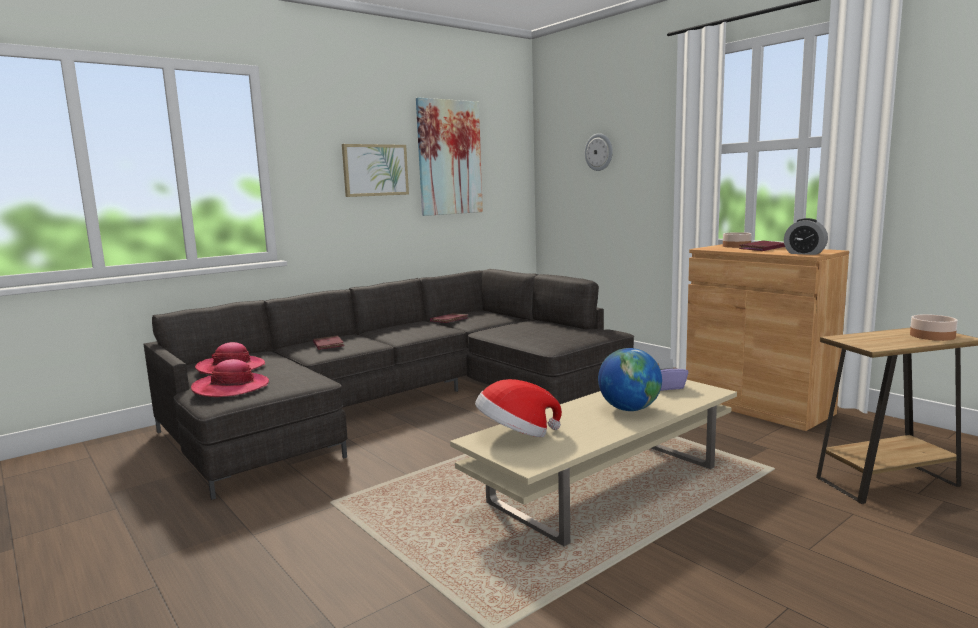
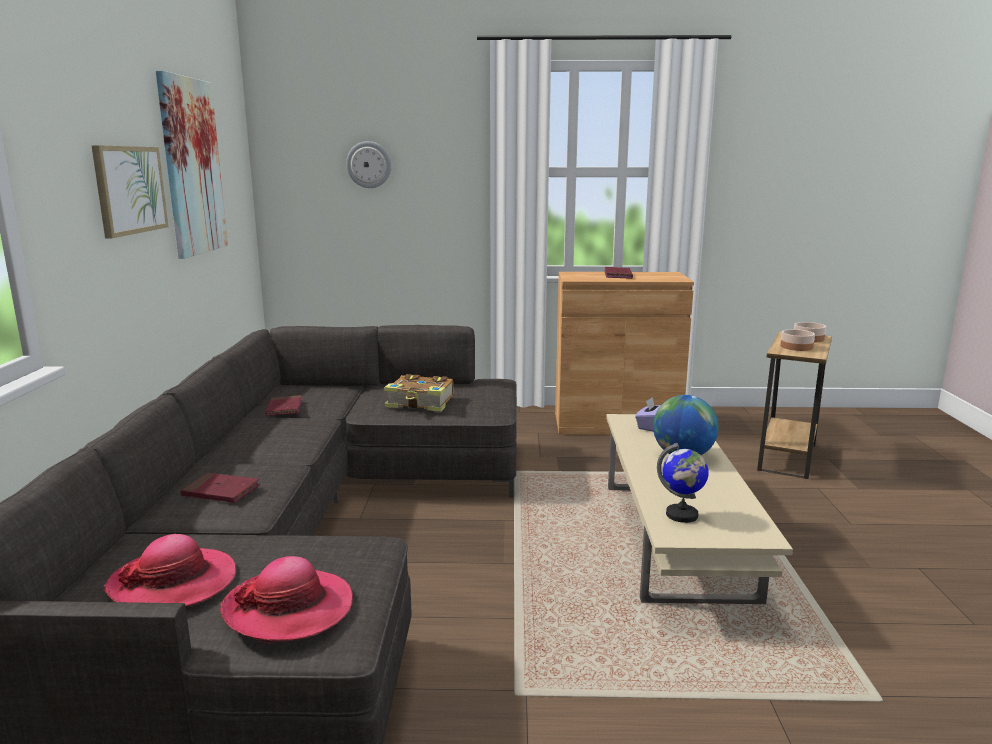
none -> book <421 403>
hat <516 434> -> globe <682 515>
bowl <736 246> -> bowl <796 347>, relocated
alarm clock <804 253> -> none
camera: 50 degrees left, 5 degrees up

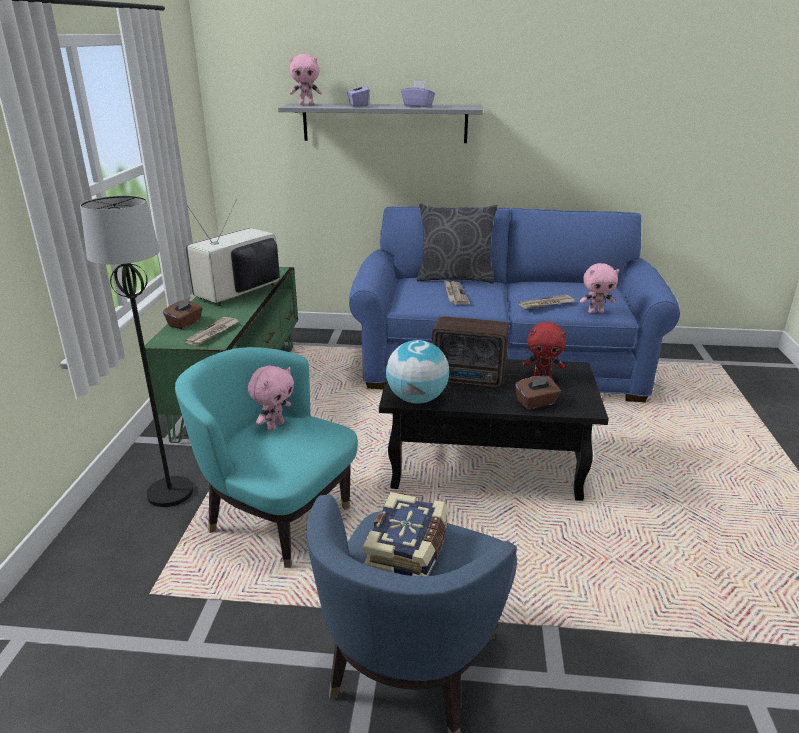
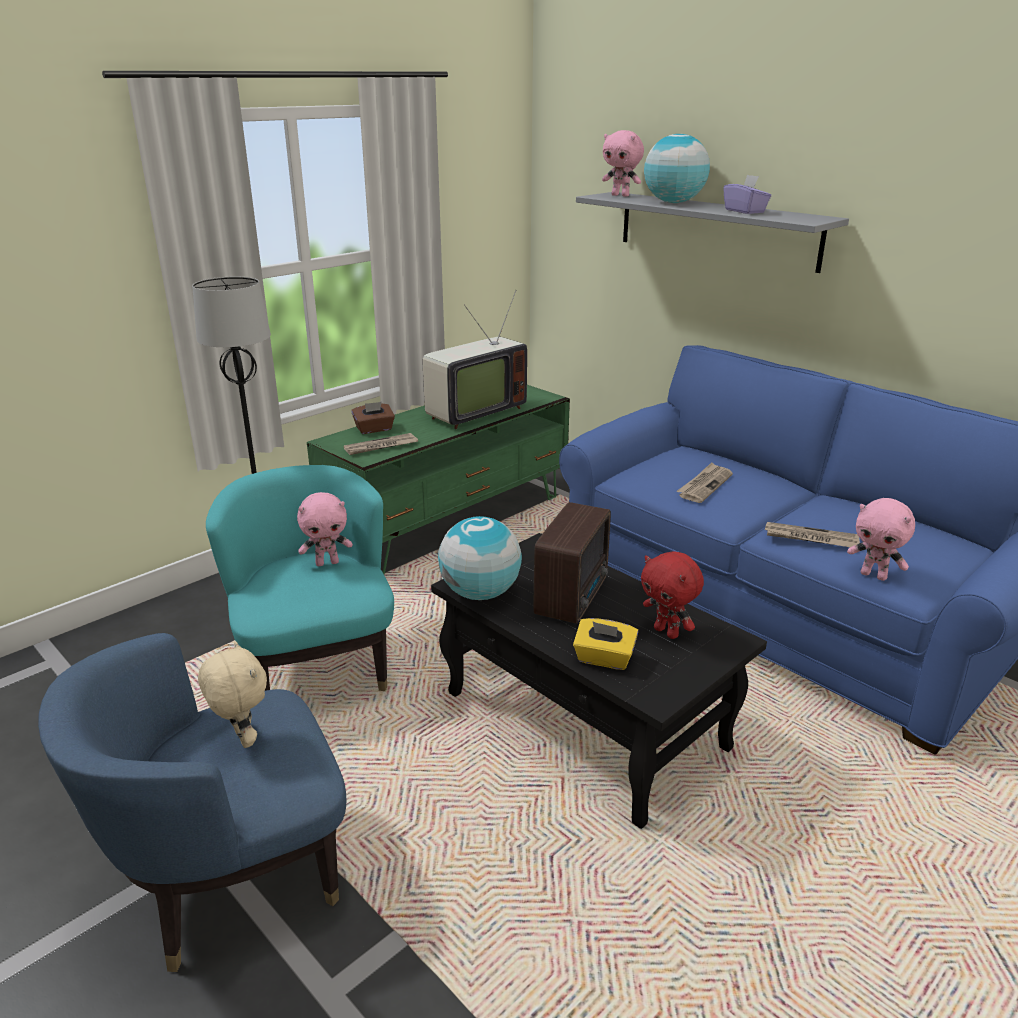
book <409 549> -> beige plush toy <242 739>
television <241 292> -> television <472 412>, 150 degrees clockwise
radio <469 379> -> radio <574 596>, 120 degrees counterclockwise
brown tissue box <536 403> -> yellow tissue box <604 659>
purple tissue box <358 105> -> globe <674 202>
grey pillow <455 278> -> none
camera: 40 degrees right, 0 degrees up

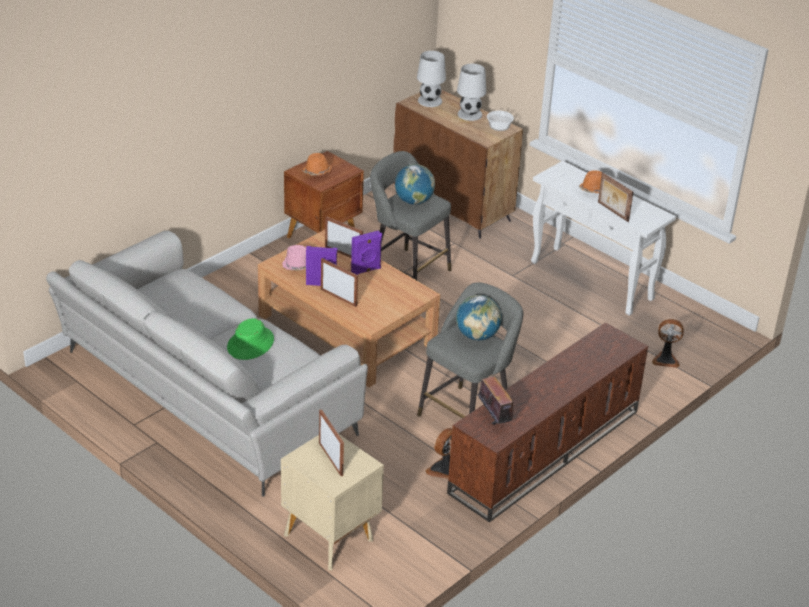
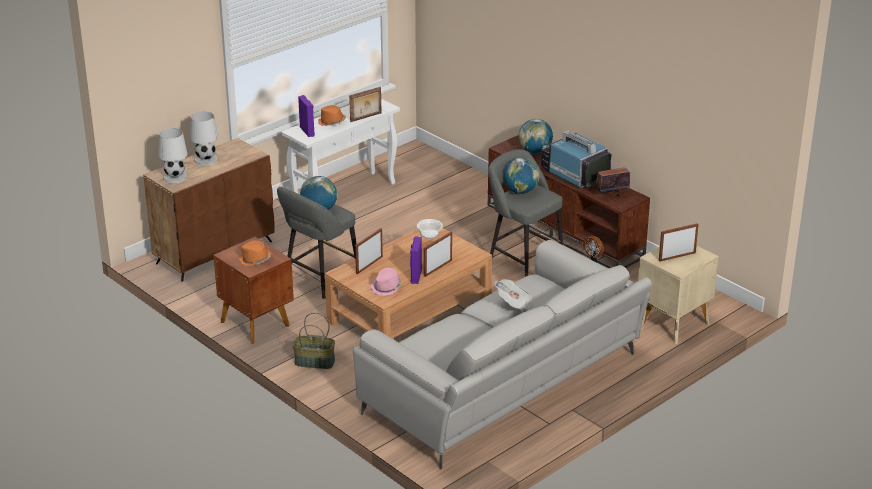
none -> basket <314 362>
purple speaker <366 270> -> purple speaker <307 131>, relocated
bowl <499 126> -> bowl <429 234>, relocated
green hat <250 344> -> newspaper <516 305>
none -> globe <535 151>
none -> television <574 175>
fan <665 359> -> none
camera: 85 degrees left, 5 degrees down

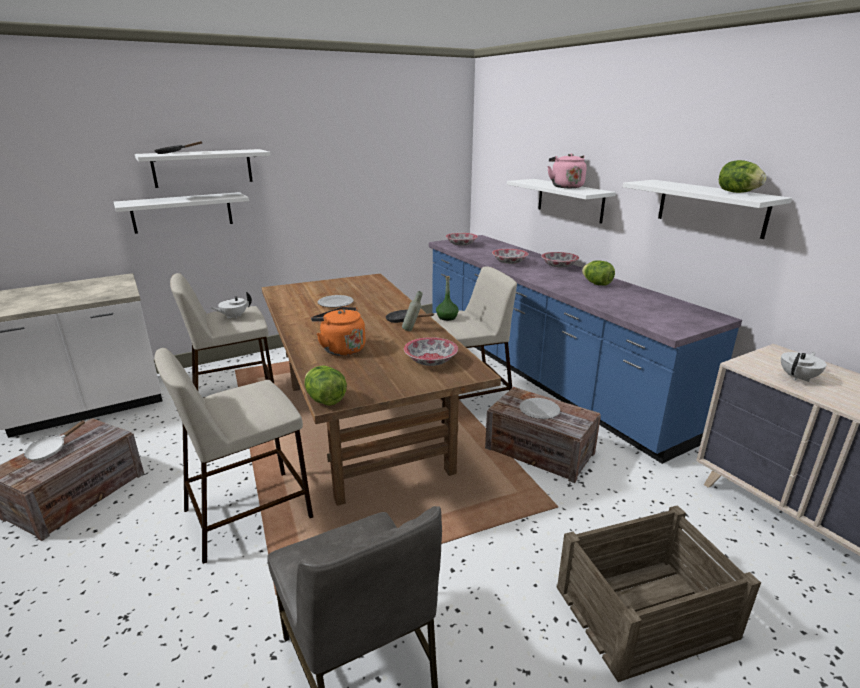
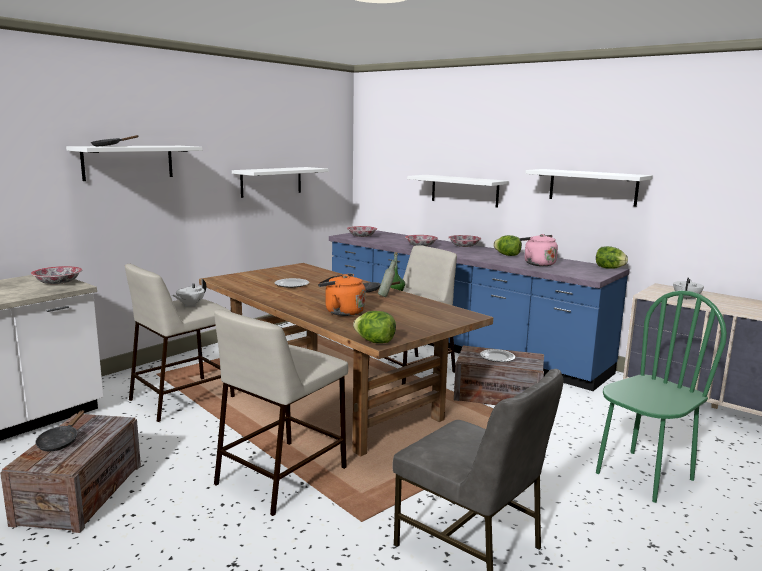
bowl <430 361> -> bowl <58 283>, relocated
white frying pan <51 450> -> black frying pan <60 442>
white shelf <182 212> -> white shelf <271 181>, relocated
pink kettle <565 186> -> pink kettle <537 264>, relocated
lettuce <737 192> -> lettuce <609 268>, relocated
crate <645 613> -> green chair <643 476>
camera: 20 degrees left, 10 degrees down

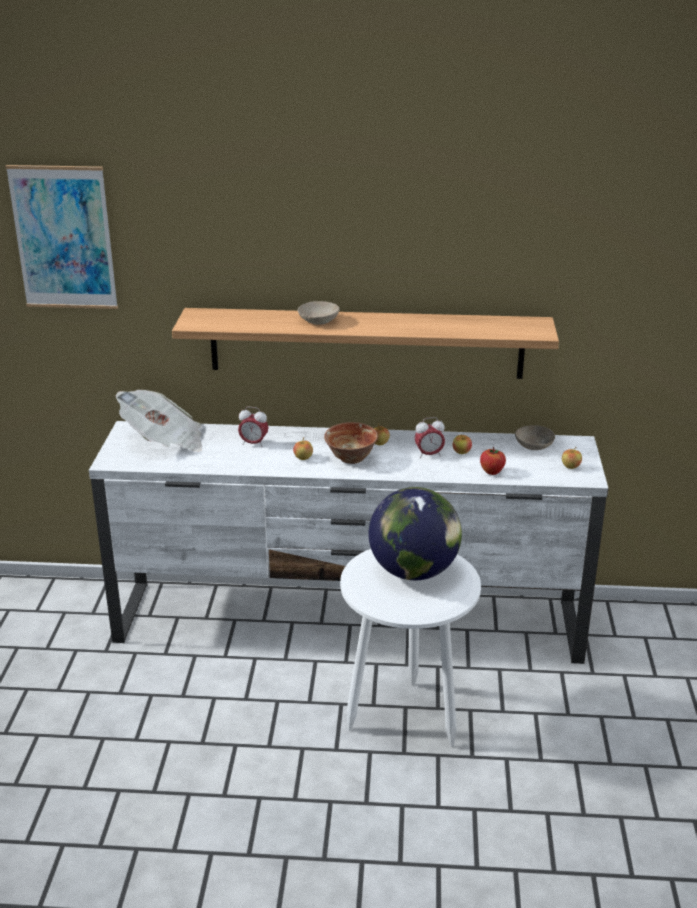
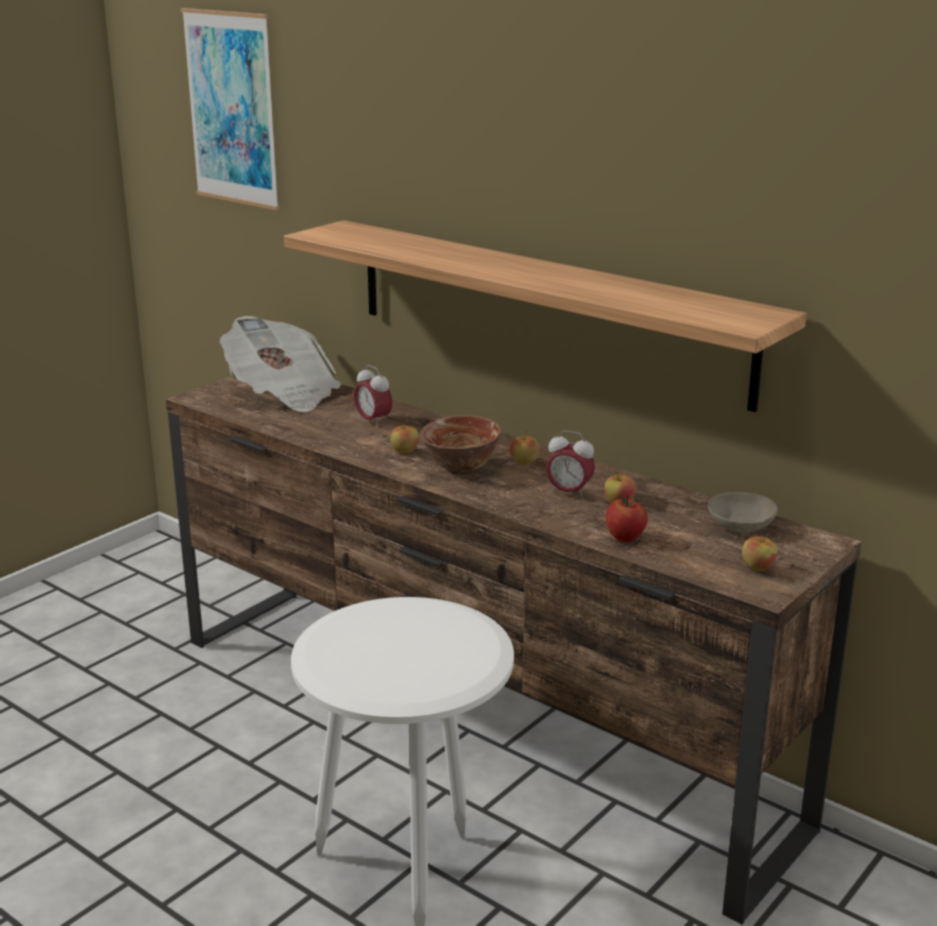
white tv stand <350 622> -> brown tv stand <471 728>
beige bowl <319 320> -> none
globe <413 572> -> none
camera: 35 degrees right, 5 degrees down

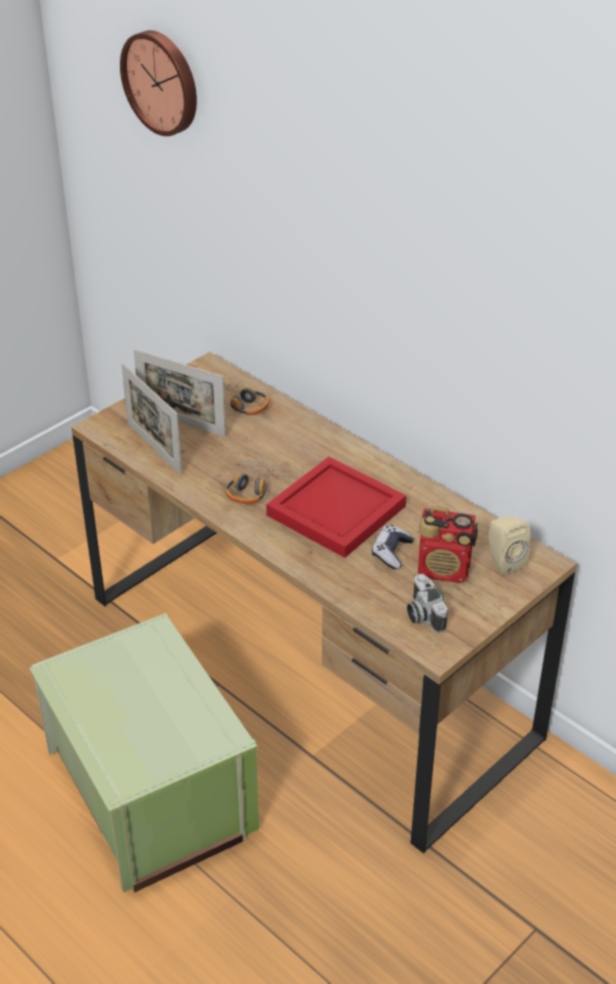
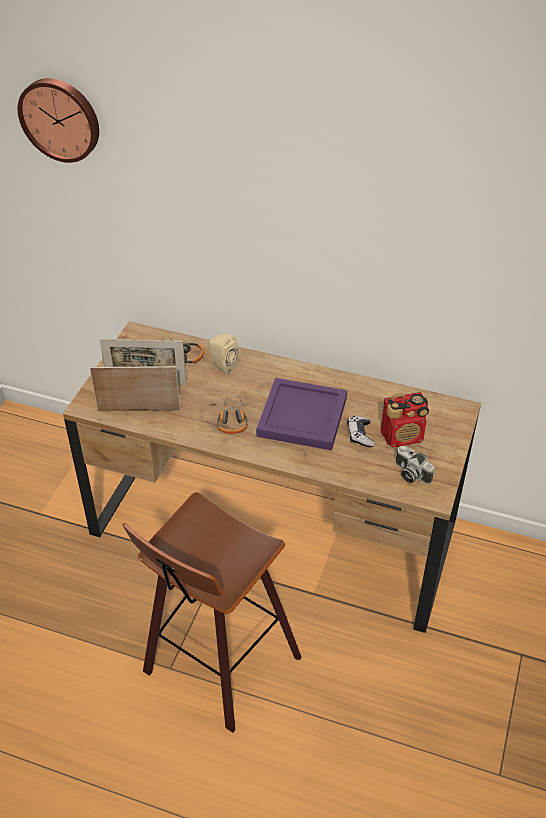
picture frame <154 448> -> picture frame <139 410>, 150 degrees clockwise
green storage box <148 792> -> stool <217 666>
beige speaker <503 561> -> beige speaker <222 365>, relocated
red tray <336 512> -> purple tray <303 418>
camera: 25 degrees left, 5 degrees up

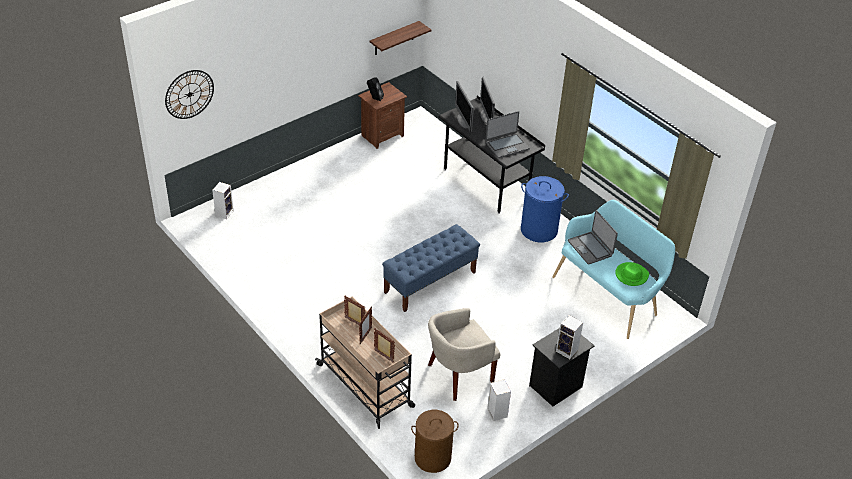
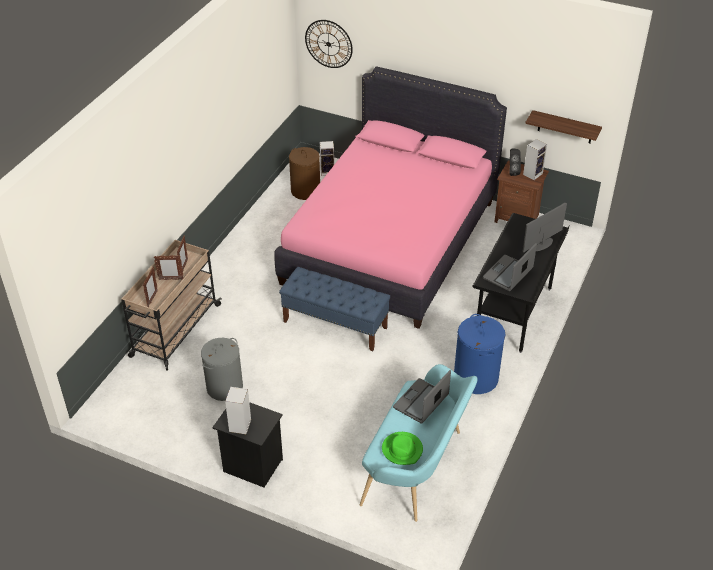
beige armchair <458 375> -> grey laundry basket <225 387>
none -> pink bed <390 241>
brown laundry basket <432 458> -> brown laundry basket <305 191>, relocated
laptop <507 146> -> laptop <508 274>, 90 degrees clockwise
speaker <496 412> -> speaker <533 173>, relocated
monitor <463 121> -> none
camera: 65 degrees right, 0 degrees up

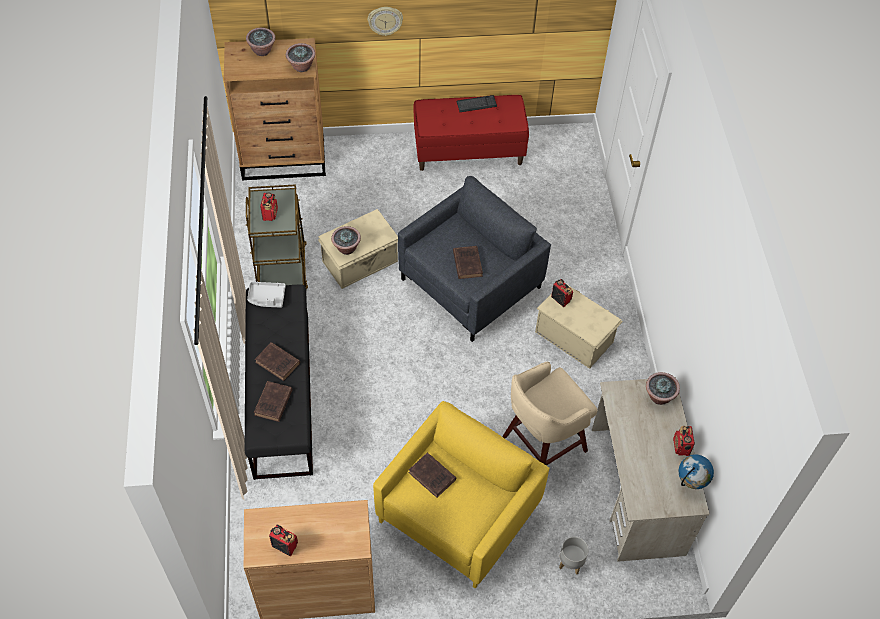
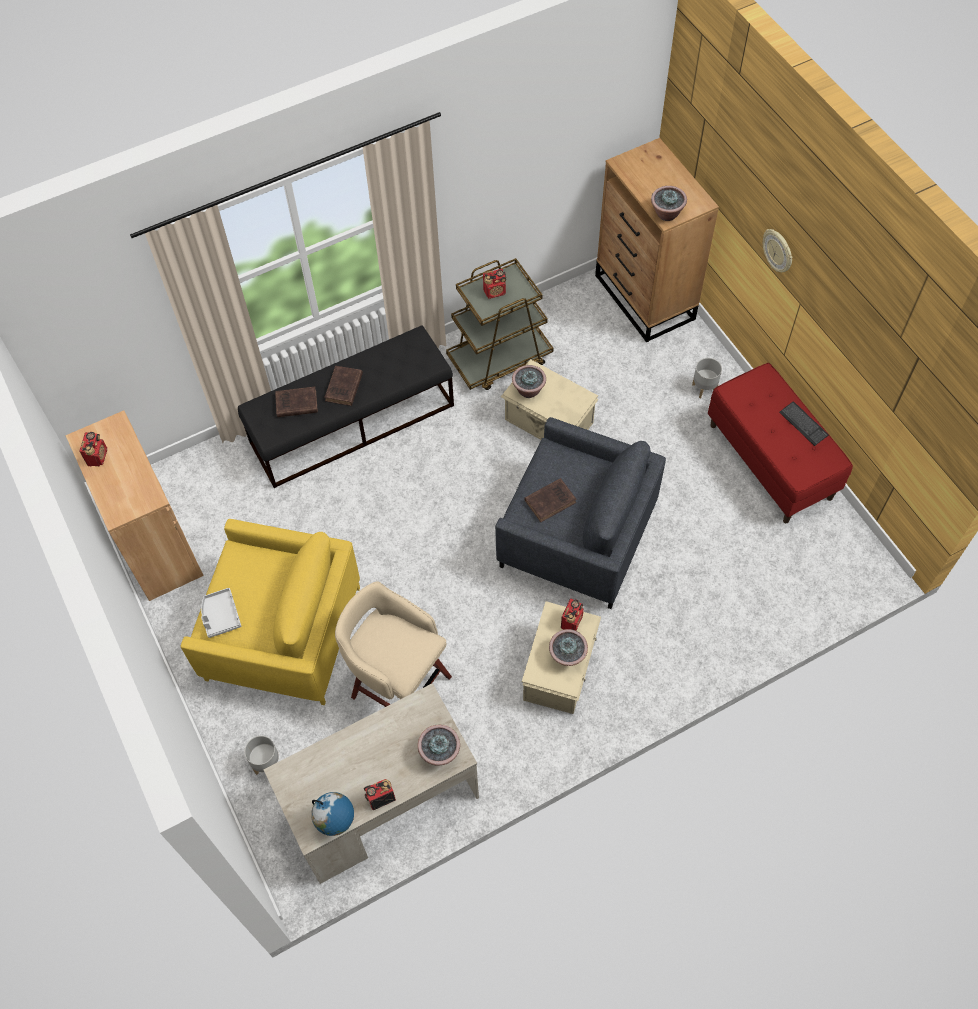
grey tray <267 298> -> grey tray <220 616>, relocated
potted plant <262 51> -> potted plant <567 656>, relocated
none -> grey planter <704 389>
brown book <433 477> -> none
camera: 70 degrees right, 5 degrees up

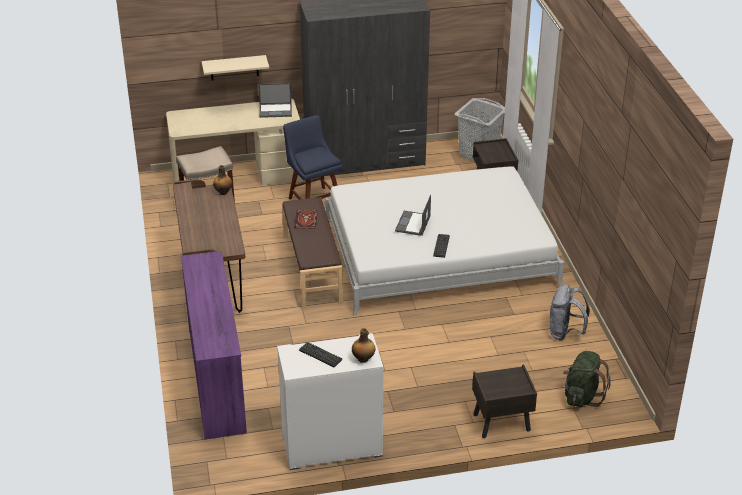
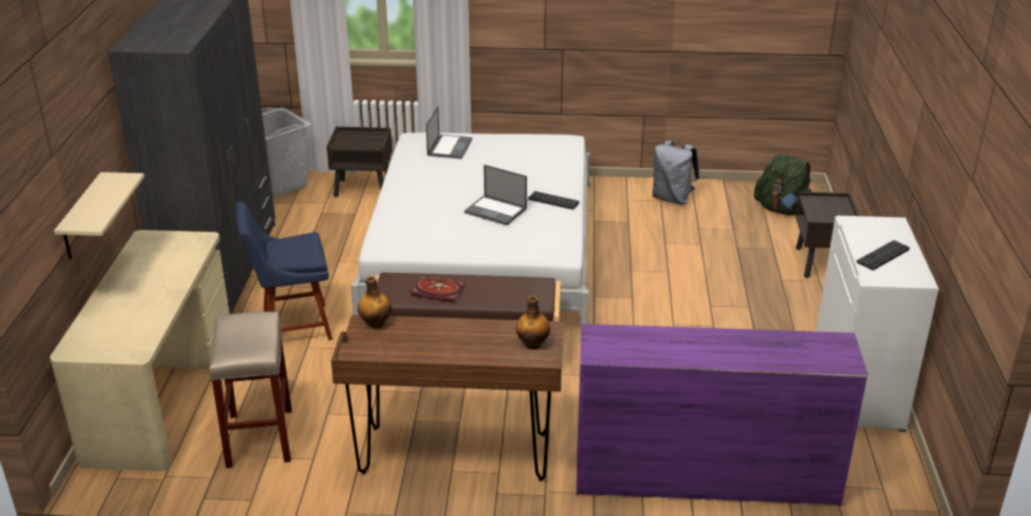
laptop <276 110> -> laptop <449 147>, relocated
bottle <363 359> -> bottle <533 344>, relocated
camera: 75 degrees left, 5 degrees down

